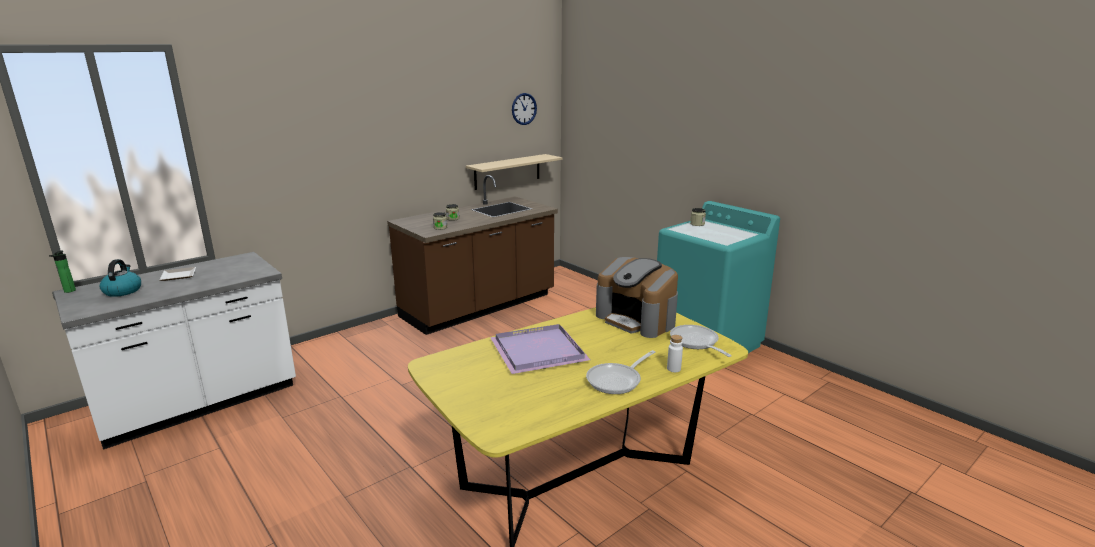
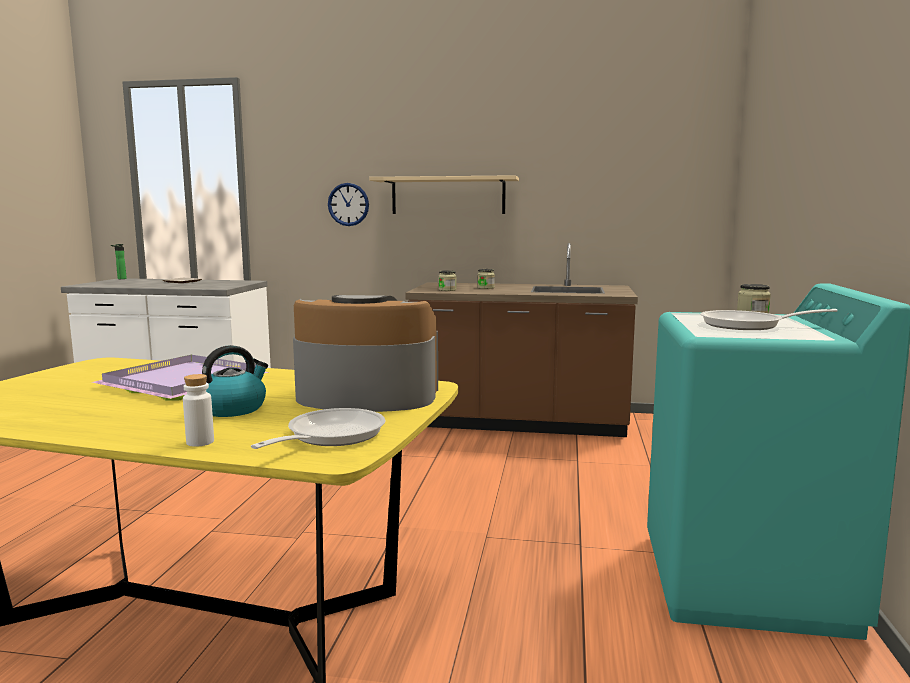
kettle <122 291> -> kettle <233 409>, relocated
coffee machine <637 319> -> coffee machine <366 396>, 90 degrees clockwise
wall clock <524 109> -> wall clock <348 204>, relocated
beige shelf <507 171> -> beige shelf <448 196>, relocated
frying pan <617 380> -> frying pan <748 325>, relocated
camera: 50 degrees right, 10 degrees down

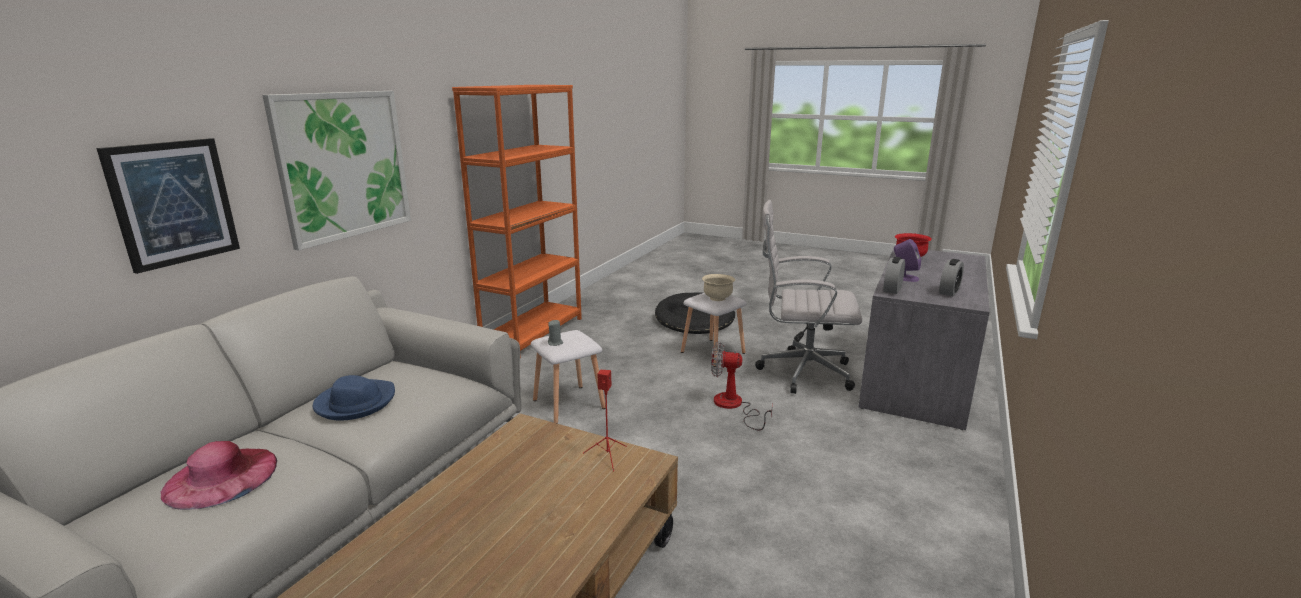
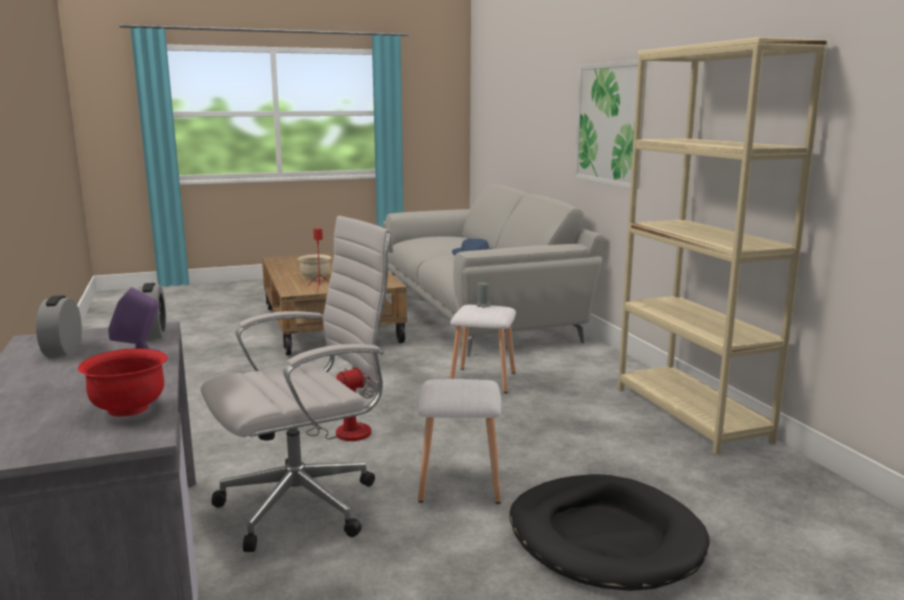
beige bowl <717 298> -> beige bowl <315 278>, relocated
orange bookcase <533 333> -> beige bookcase <690 414>
picture <173 203> -> none
pink hat <221 477> -> none
camera: 135 degrees right, 5 degrees down

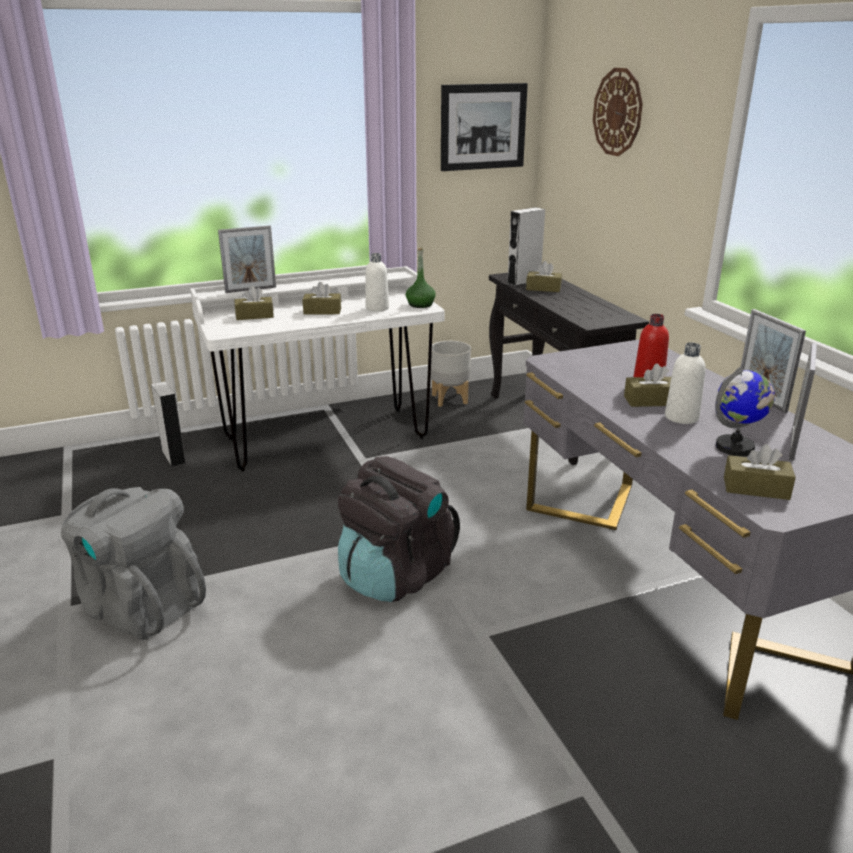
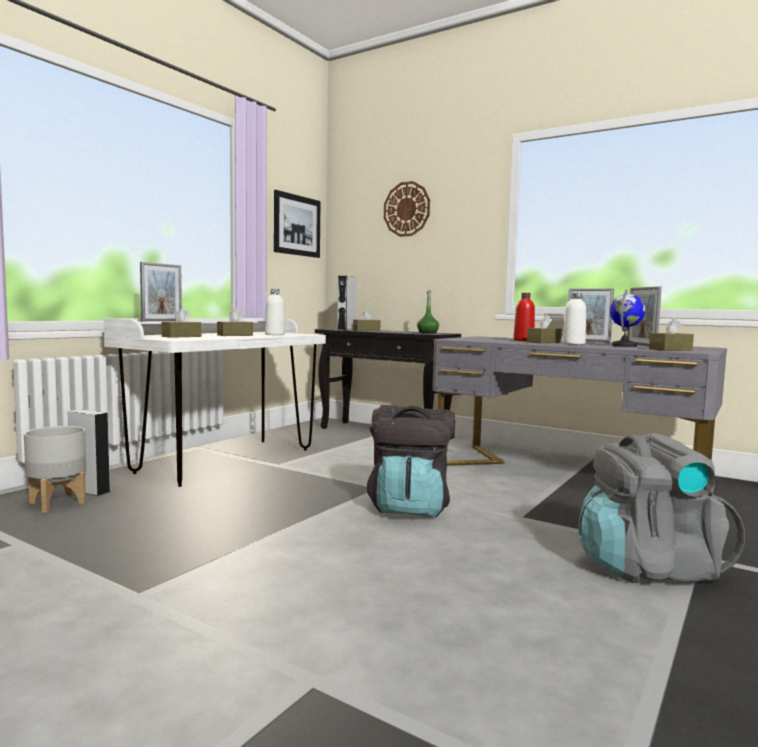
grey planter <450 399> -> grey planter <58 503>, relocated
green bottle <420 305> -> green bottle <427 333>, relocated
grey backpack <140 606> -> grey backpack <647 568>, relocated
camera: 35 degrees left, 20 degrees down

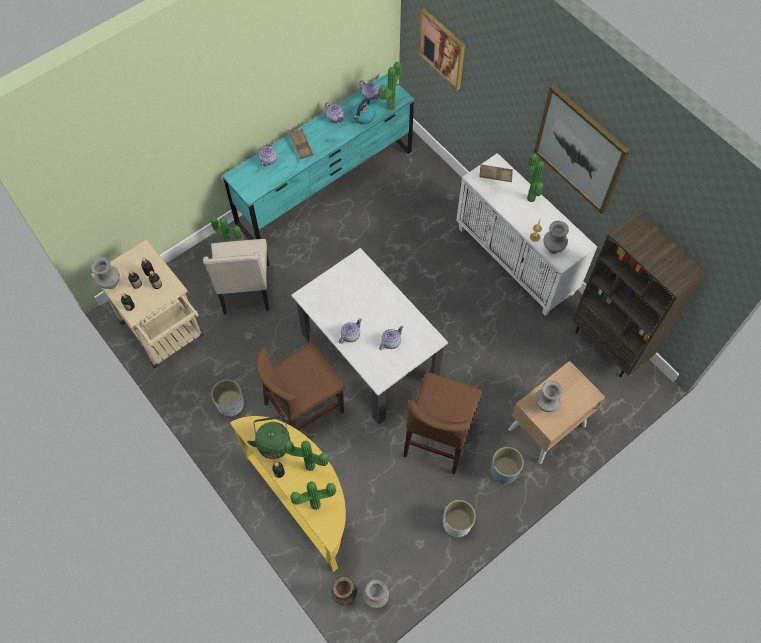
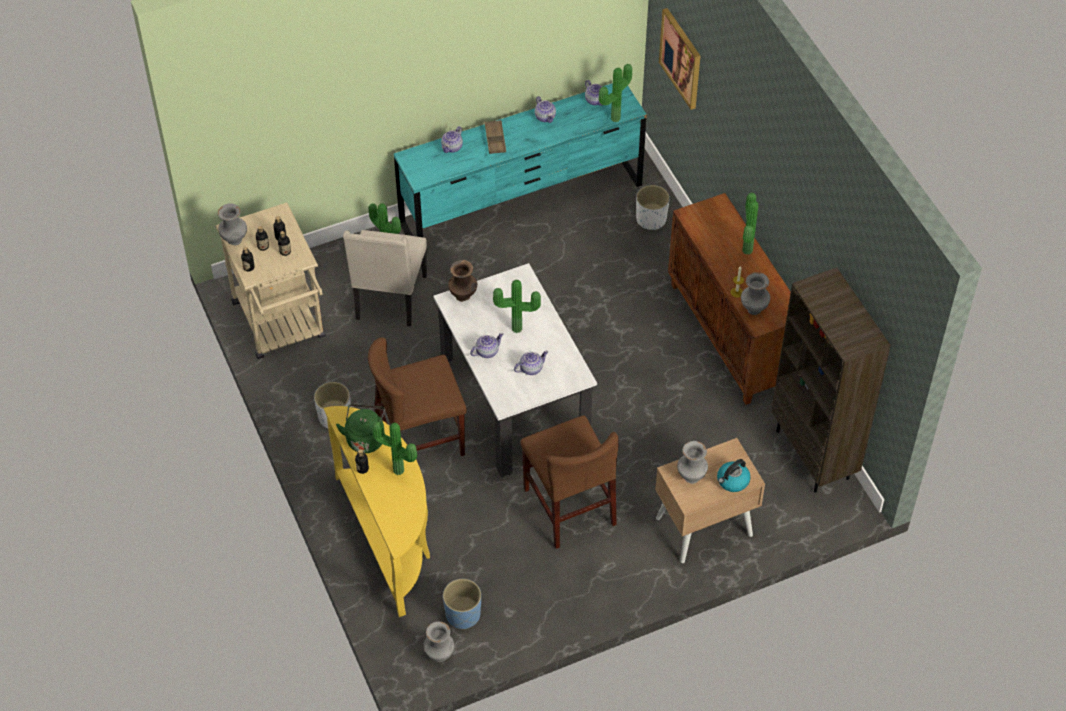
blue planter <504 470> -> blue planter <463 614>, relocated
brown vase <345 594> -> brown vase <463 296>, relocated
potted plant <316 507> -> potted plant <517 330>, relocated
brown chair <439 436> -> brown chair <569 506>, 60 degrees counterclockwise
white planter <457 523> -> white planter <651 219>, relocated
white cabinet <516 261> -> brown cabinet <731 336>
kettle <363 117> -> kettle <732 481>, relocated
brown tray <495 175> -> none
picture <580 150> -> none
camera: 15 degrees right, 10 degrees down

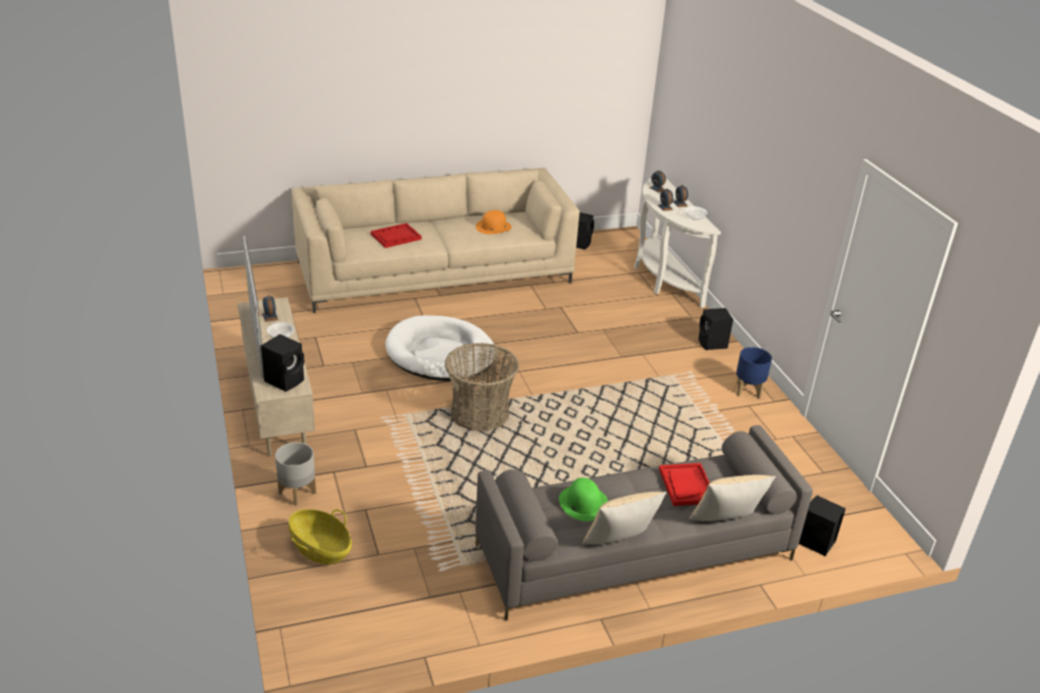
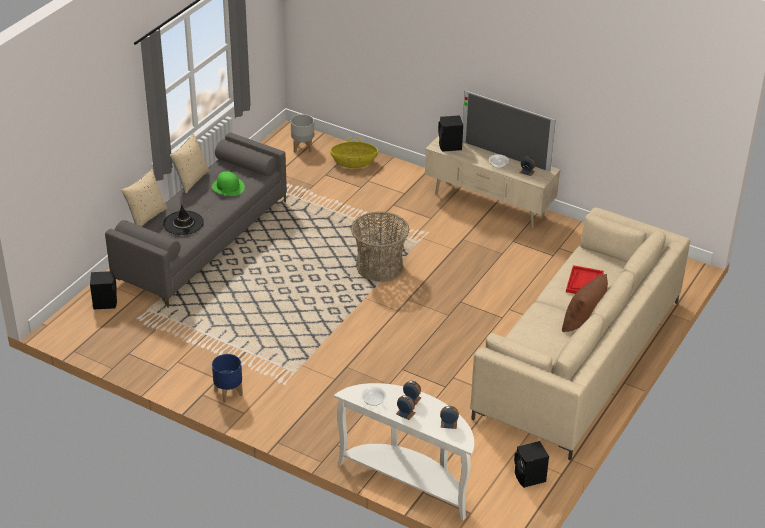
red tray <686 486> -> black hat <183 223>
grey planter <297 493> -> grey planter <302 147>, relocated
none -> brown pillow <583 322>
white dog bed <440 353> -> none
orange hat <493 227> -> none
black speaker <712 344> -> none
camera: 140 degrees right, 5 degrees up

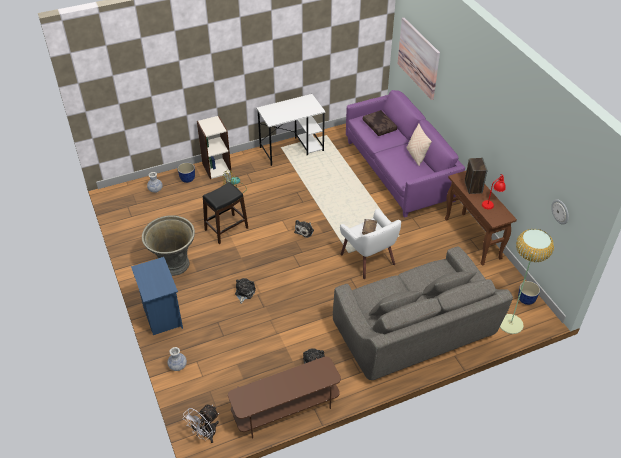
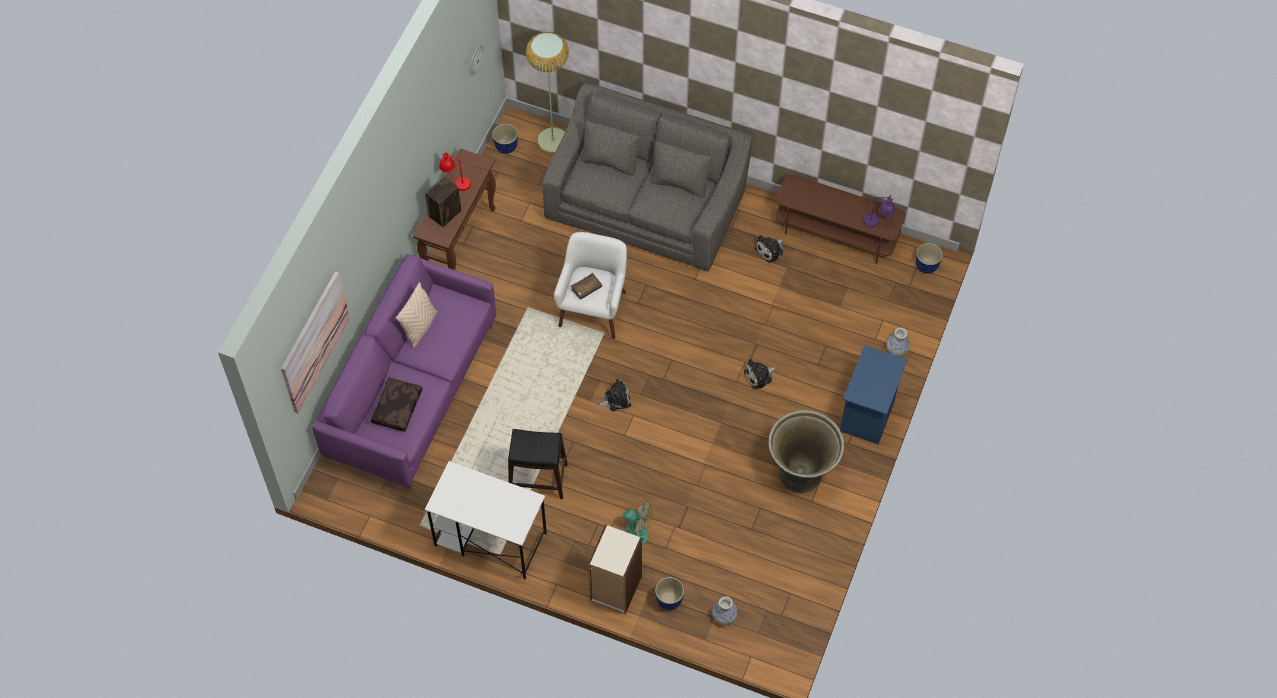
black stool <226 229> -> black stool <538 478>, relocated
none -> purple table lamp <878 222>
white fan <205 434> -> planter <926 266>
camera: 135 degrees left, 15 degrees up

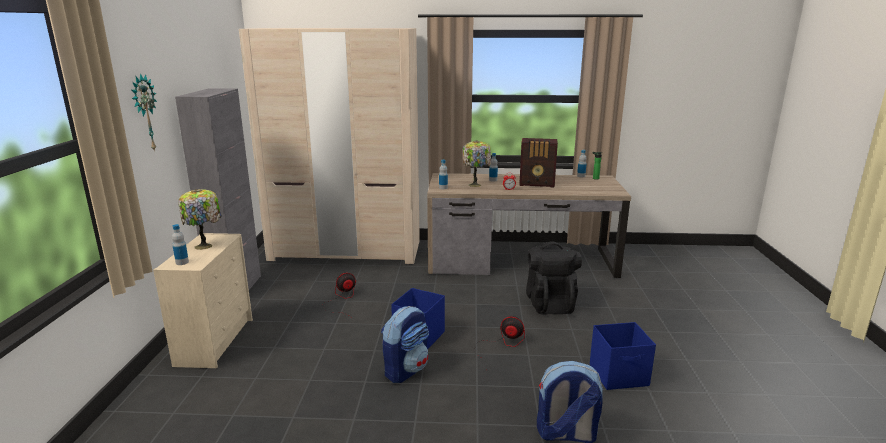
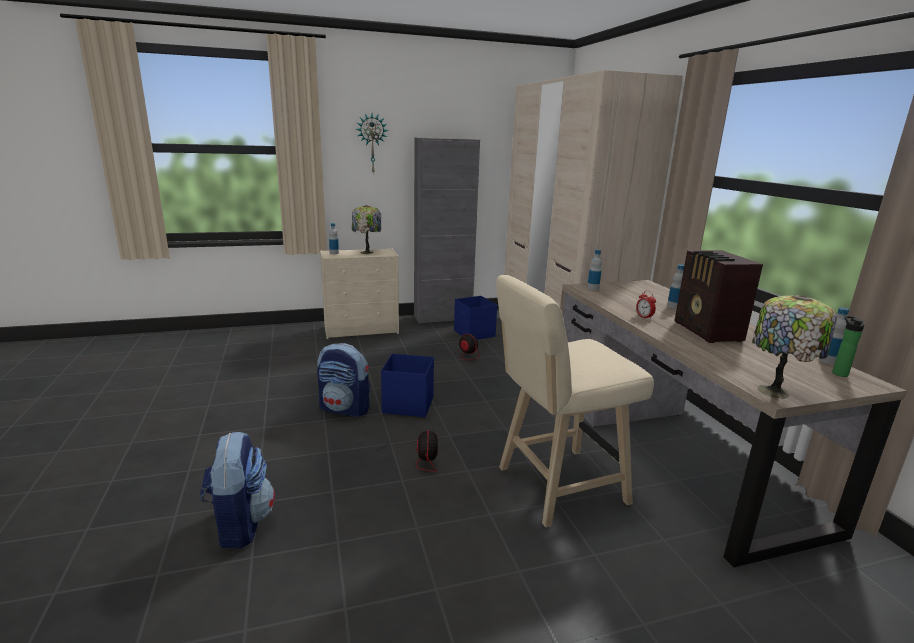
blue storage box <619 375> -> blue storage box <474 334>, relocated
black backpack <549 303> -> beige stool <555 487>
table lamp <476 185> -> table lamp <776 393>, relocated
camera: 70 degrees right, 0 degrees up

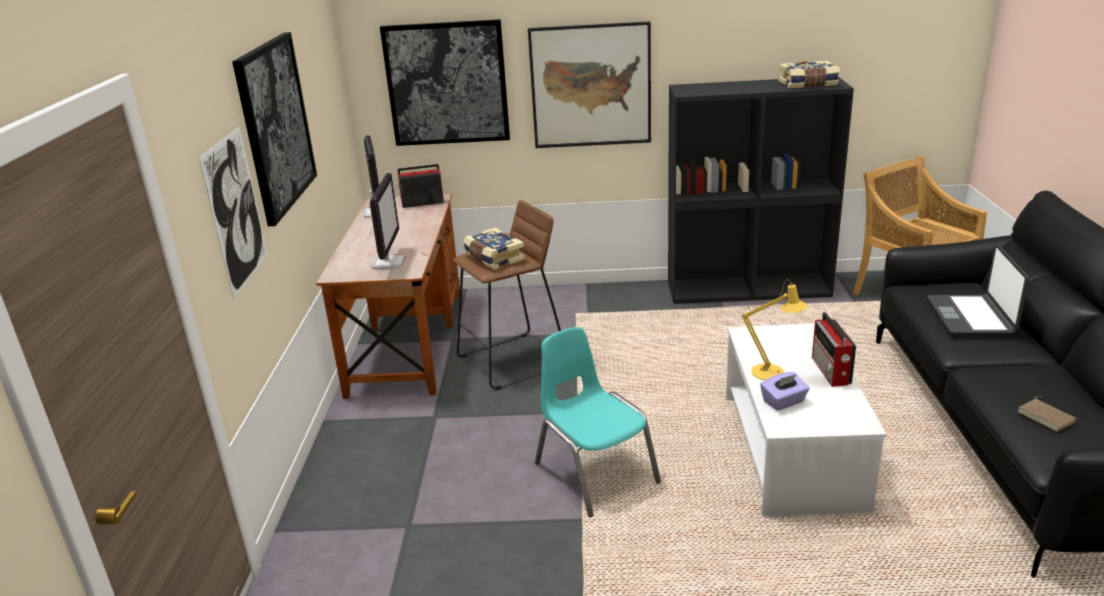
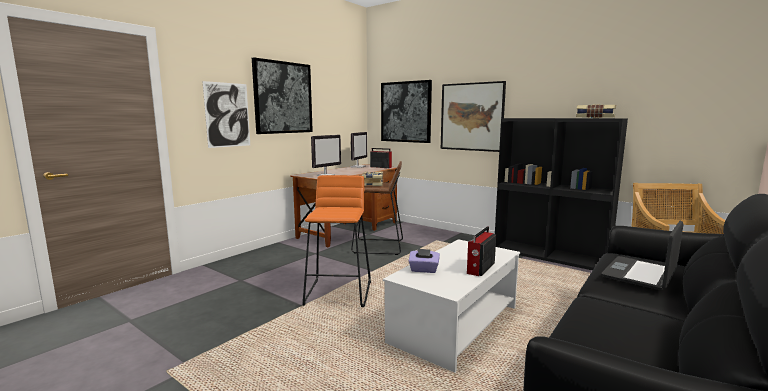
turquoise chair <595 472> -> orange stool <339 293>
yellow table lamp <772 373> -> none
brown book <1047 416> -> none
camera: 35 degrees right, 15 degrees down

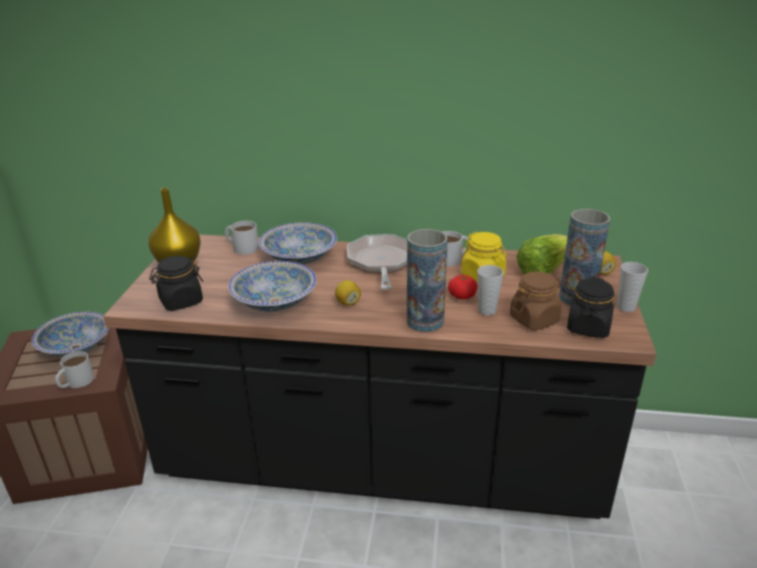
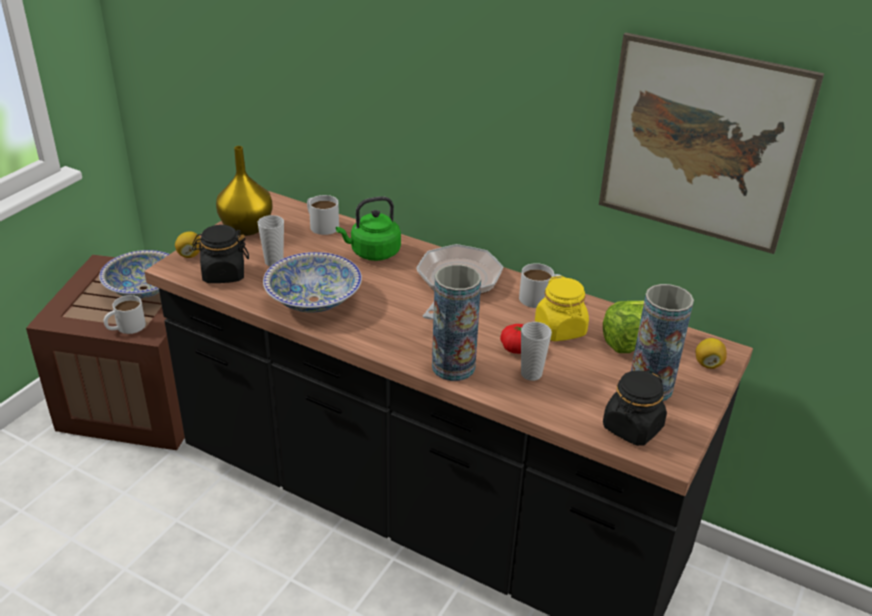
lemon <348 302> -> lemon <190 255>, relocated
cup <626 307> -> cup <274 262>, relocated
bowl <299 257> -> green kettle <372 253>
none -> picture <701 144>
brown jar <534 319> -> none
camera: 20 degrees right, 5 degrees up

